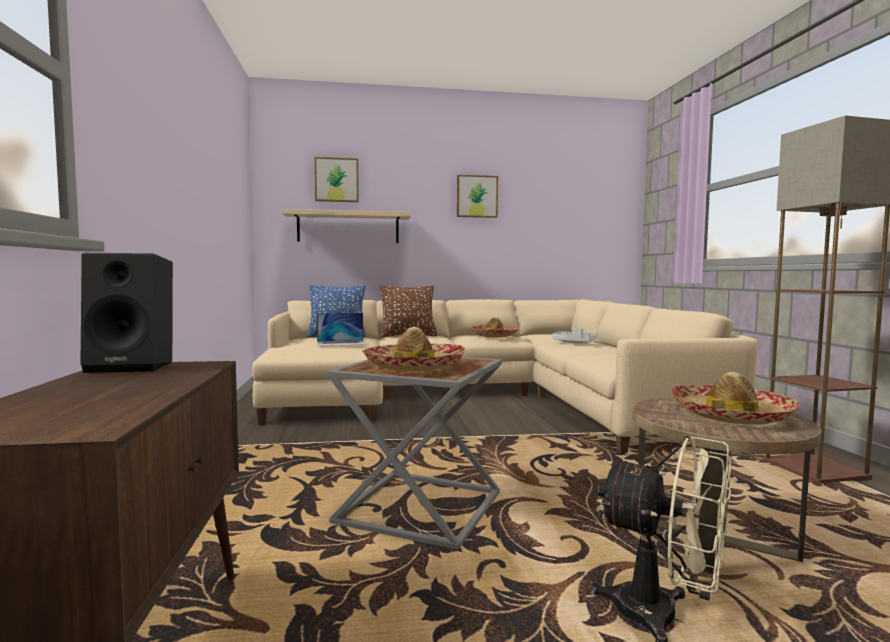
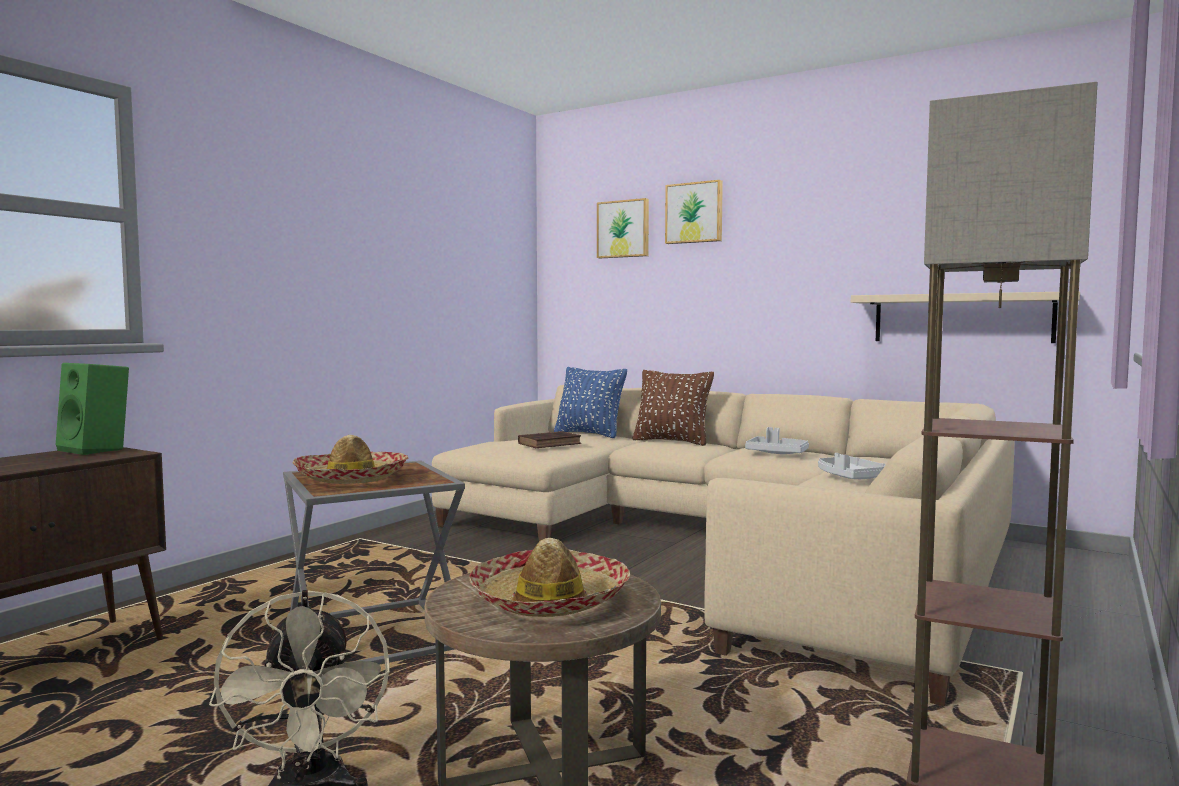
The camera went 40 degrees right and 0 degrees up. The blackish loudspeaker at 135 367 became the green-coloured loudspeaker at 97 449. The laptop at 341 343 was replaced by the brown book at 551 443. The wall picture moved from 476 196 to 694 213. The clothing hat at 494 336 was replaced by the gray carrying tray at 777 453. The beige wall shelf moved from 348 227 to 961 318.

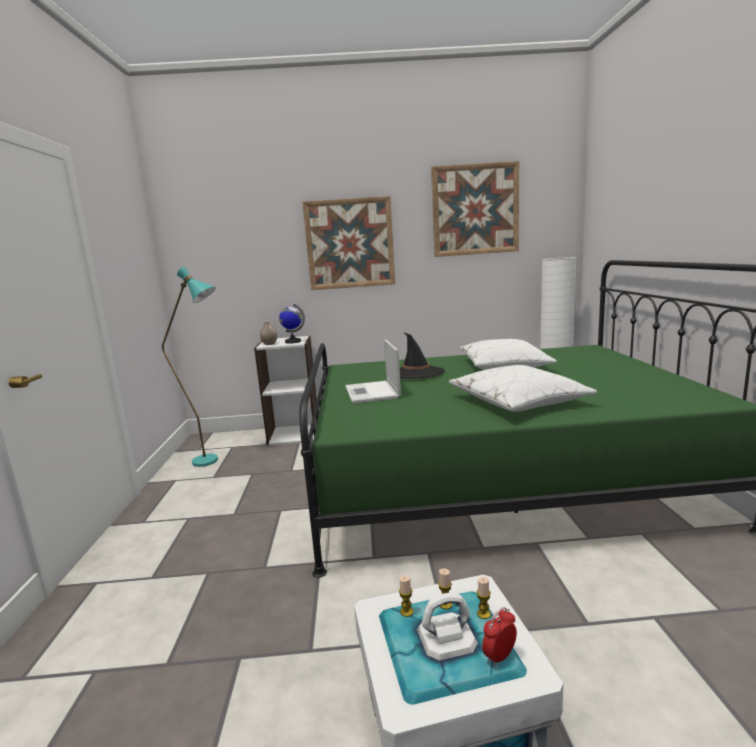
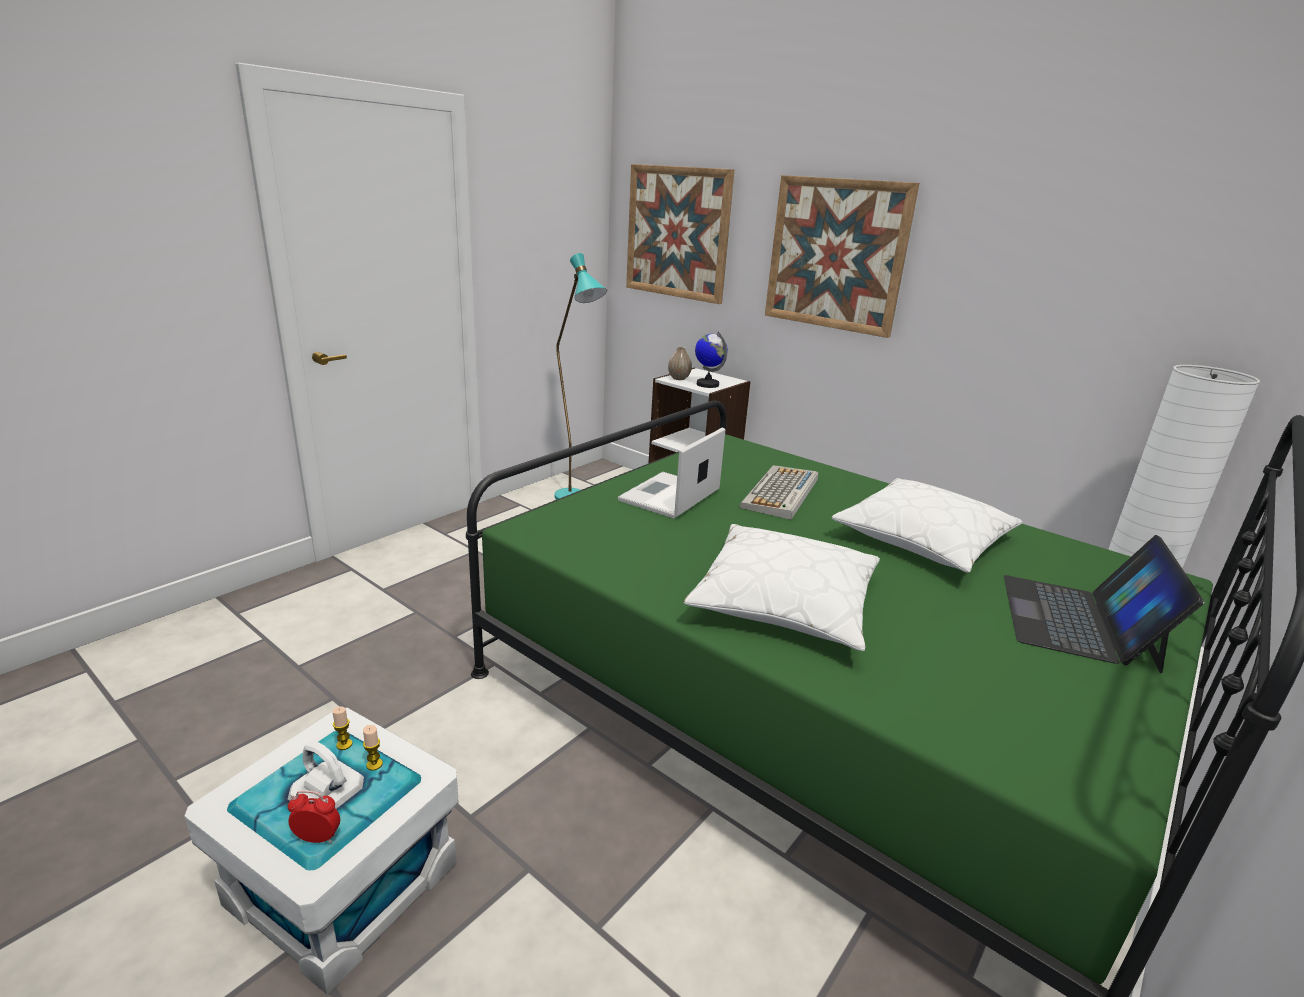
The camera went 40 degrees right and 10 degrees up. The wall picture moved from 475 210 to 677 233. The blackish clothing hat at 416 373 was replaced by the PC keyboard at 781 493. The laptop at 1079 621 appeared. The wax light at 483 614 disappeared.

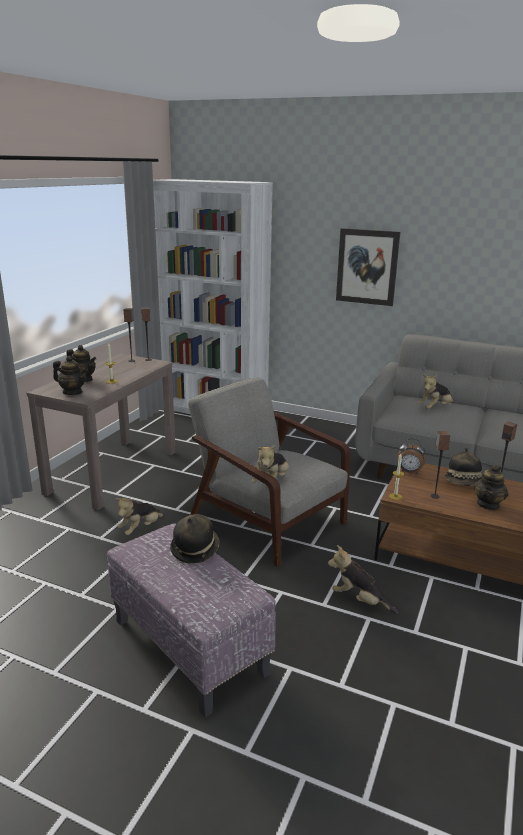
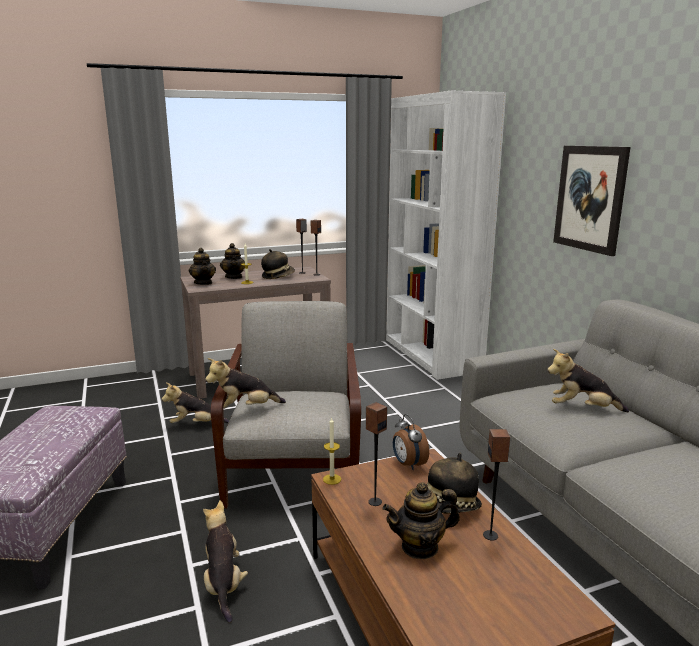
The camera went 45 degrees right and 5 degrees down. The clothing hat moved from 195 549 to 278 276.

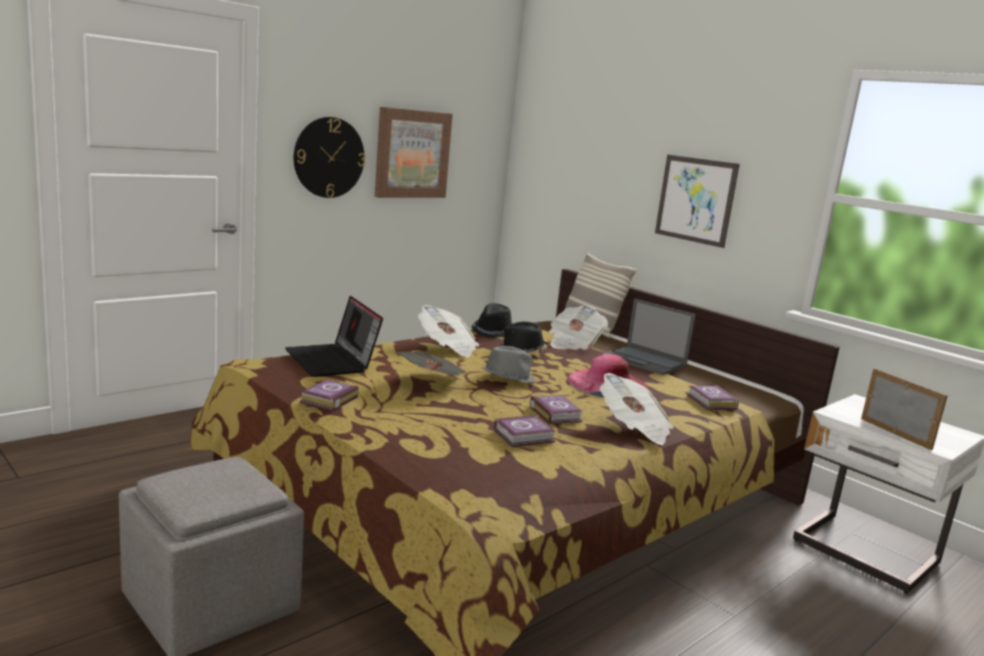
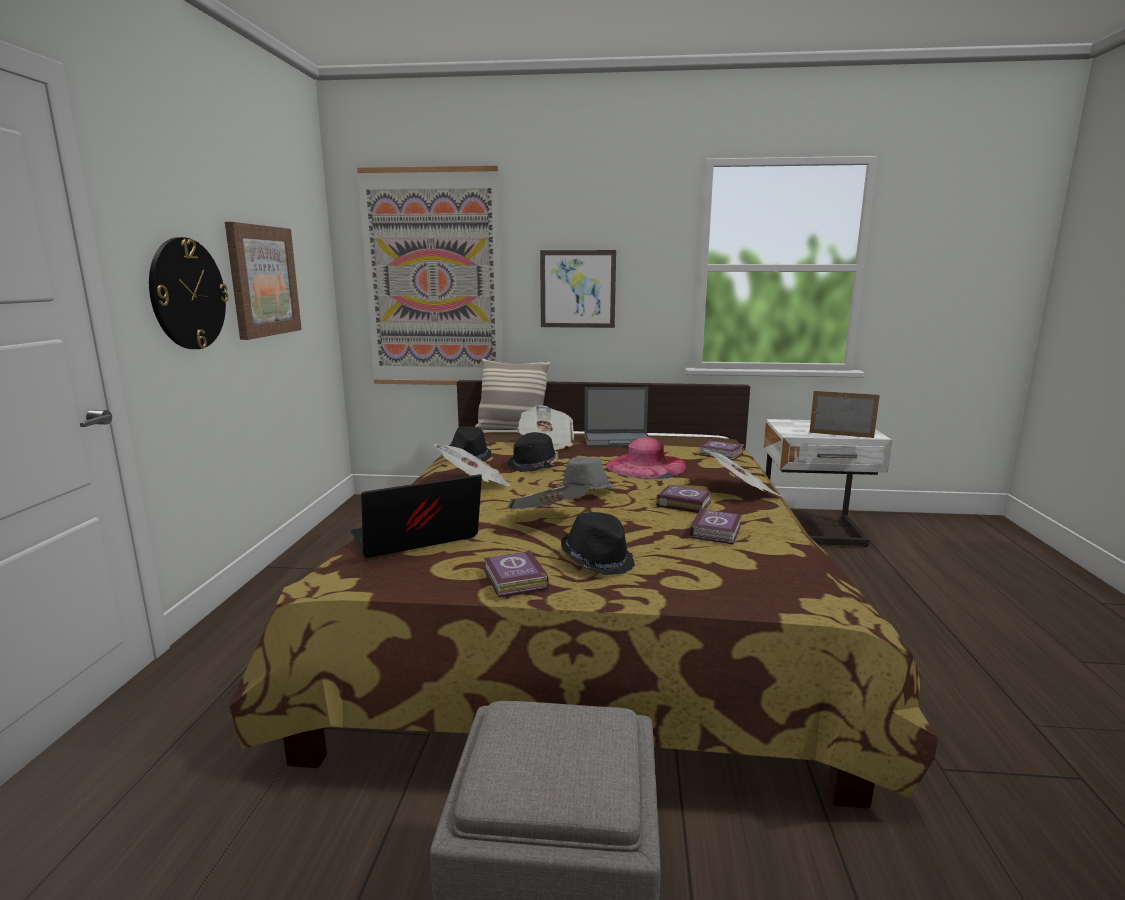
The camera went 40 degrees left and 0 degrees up. The laptop at 332 361 turned 135 degrees clockwise. The wall picture at 433 280 appeared. The blackish clothing hat at 597 560 appeared.

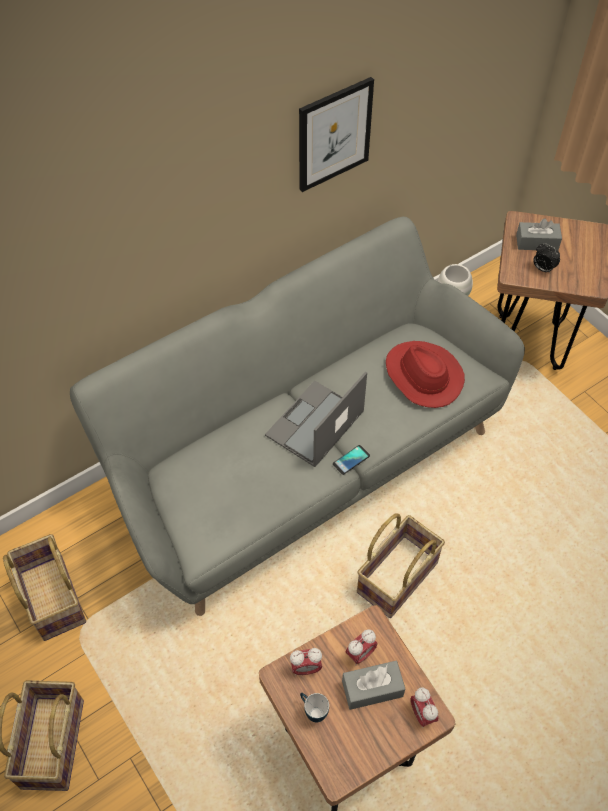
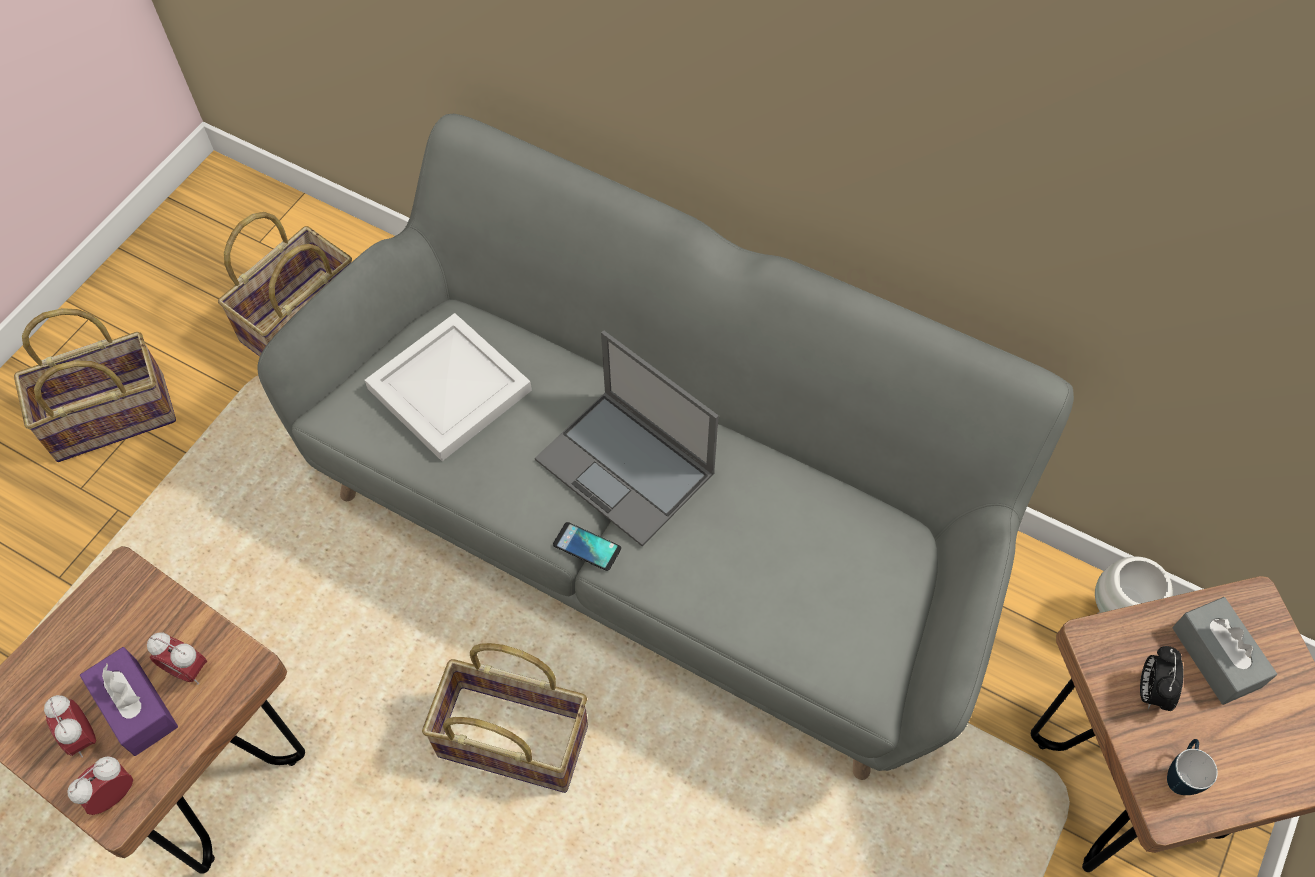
The camera went 65 degrees right and 5 degrees up. The alarm clock moved from 306 668 to 83 737. The gray box of tissues at 372 689 became the purplish box of tissues at 136 707. The white carrying tray at 449 392 appeared. The laptop at 314 424 turned 150 degrees counterclockwise. The coffee mug moved from 312 711 to 1179 775. The wall picture at 334 134 disappeared. The red-coloured clothing hat at 422 376 disappeared.

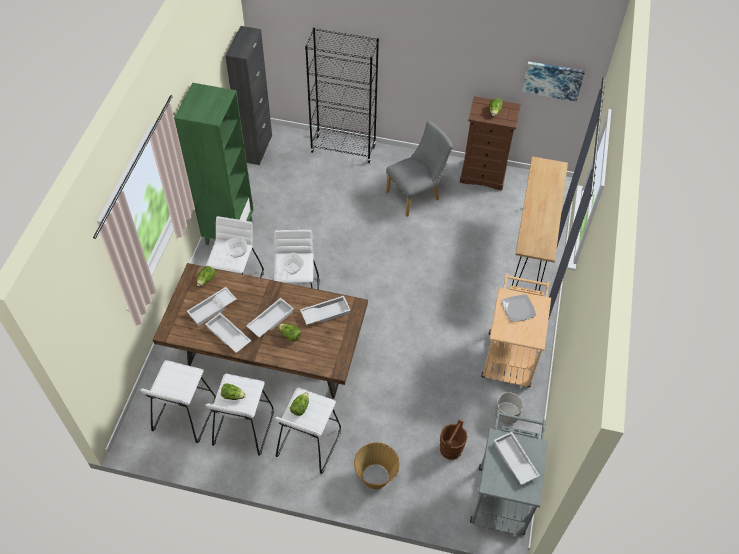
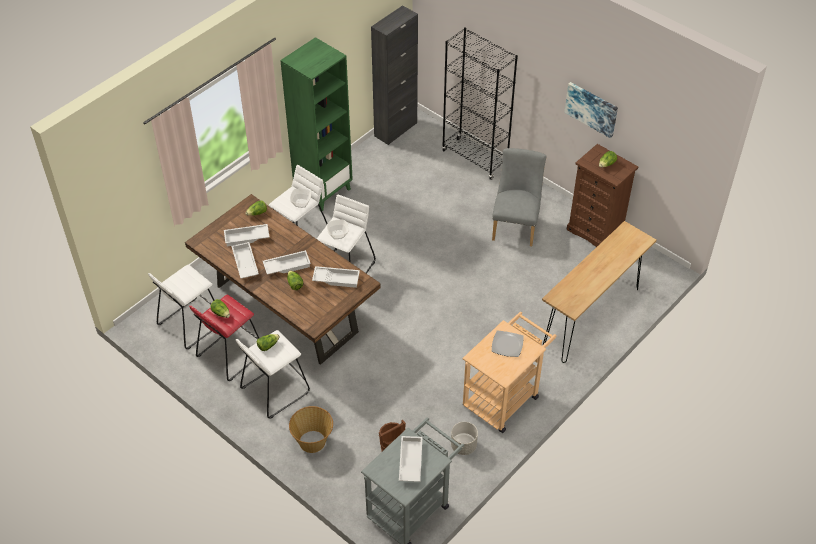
The camera went 30 degrees right and 5 degrees down. The white stool at 243 427 became the red-coloured stool at 230 354. The gray chair at 416 195 turned 75 degrees counterclockwise. The wall picture moved from 552 80 to 591 109.

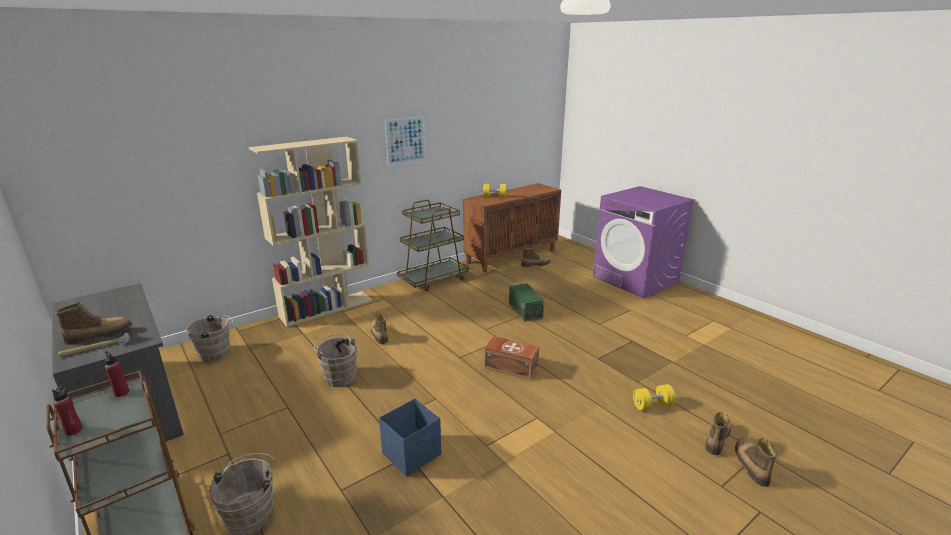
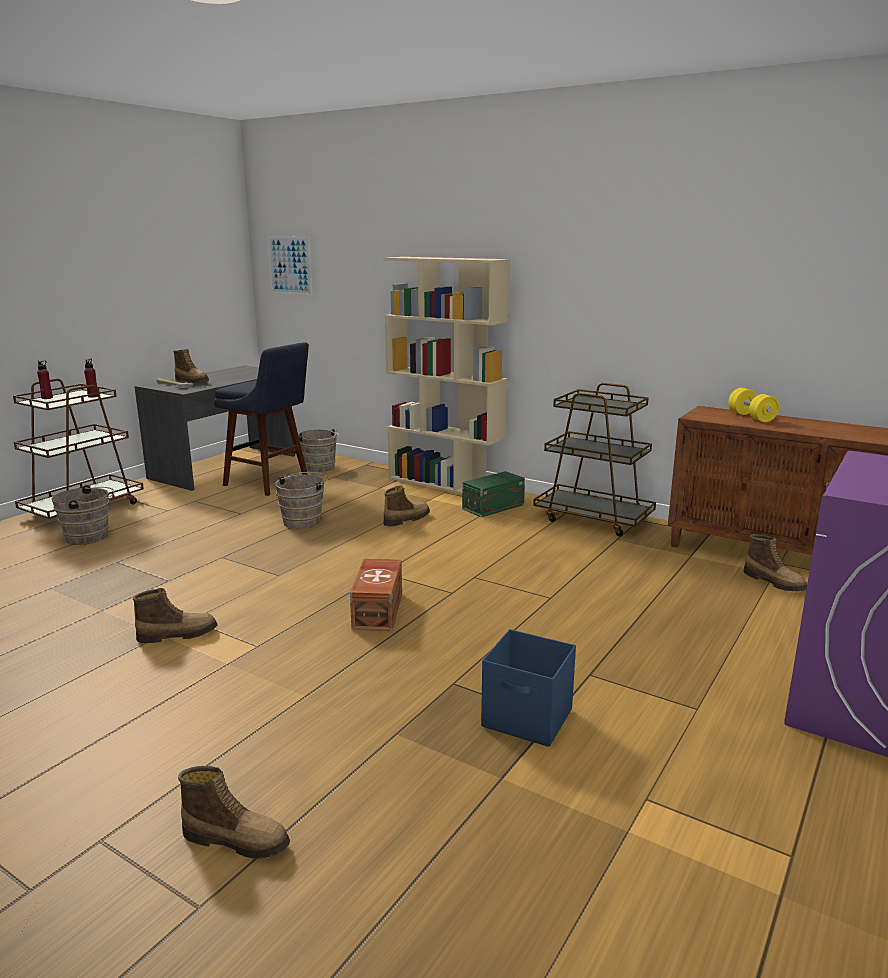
The camera went 70 degrees right and 5 degrees down. The boot moved from 750 464 to 178 634. The bluish stool at 270 483 appeared. The wall picture moved from 406 140 to 290 265. The green-coloured storage bin moved from 525 310 to 494 507. The bluish storage bin moved from 412 454 to 528 719. The yellow hand weight at 652 405 disappeared.

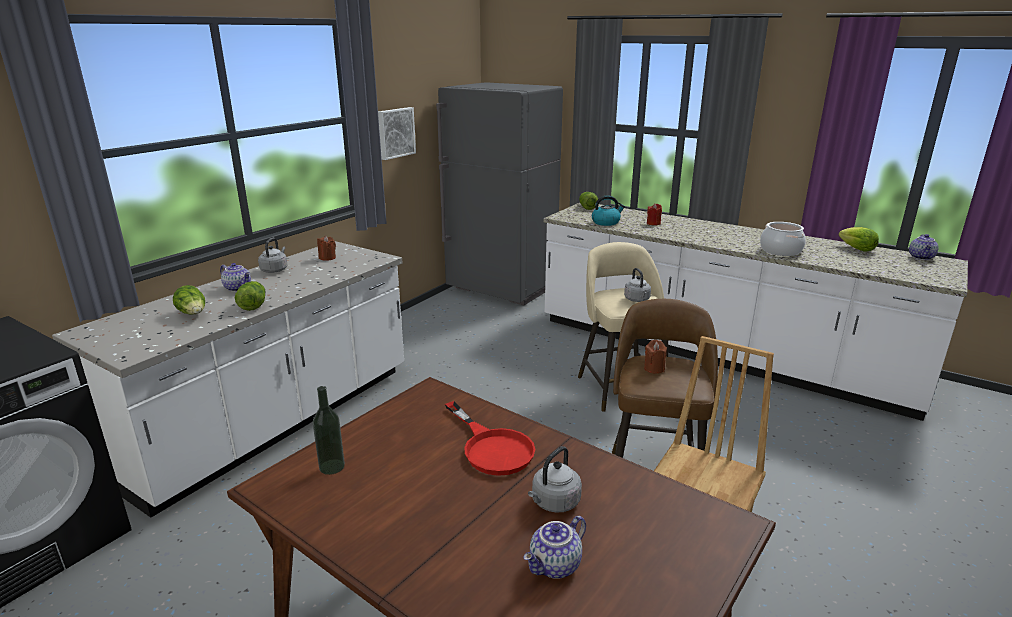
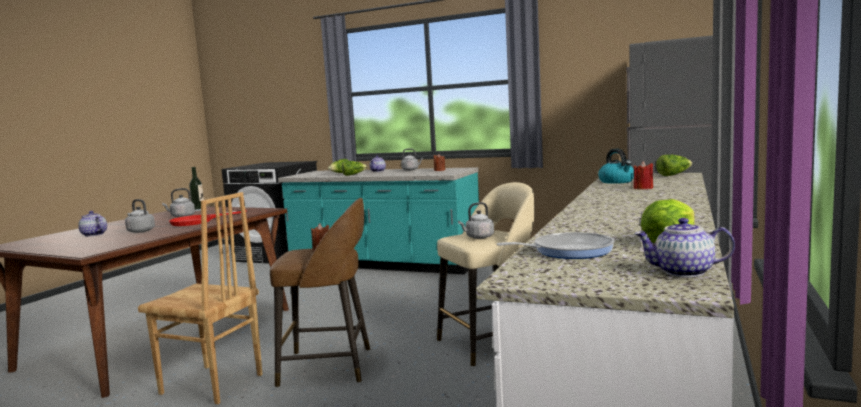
The camera went 80 degrees right and 15 degrees down. The gray water kettle at 181 216 appeared. The white counter at 275 422 became the turquoise counter at 383 264. The frying pan at 568 251 appeared. The wall picture at 395 133 disappeared. The saucepot at 781 251 disappeared.

